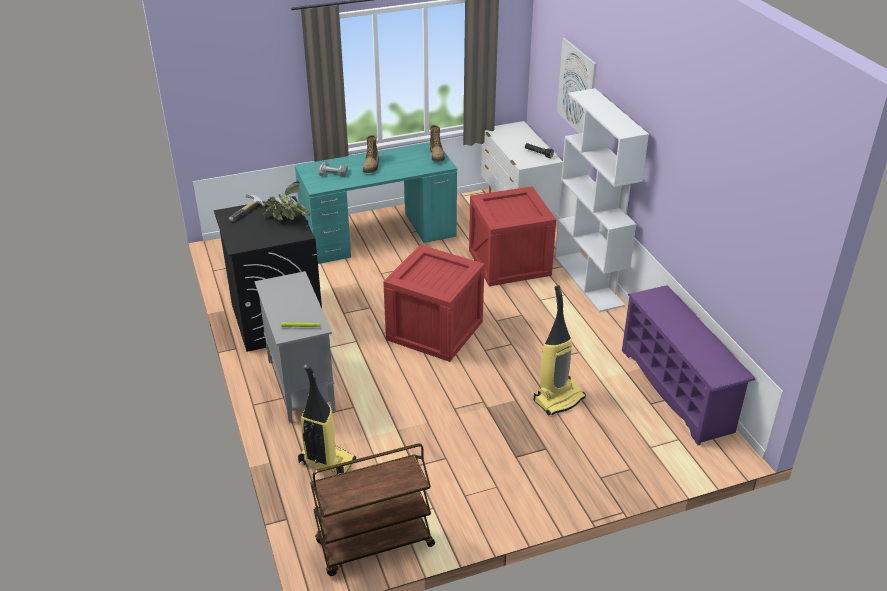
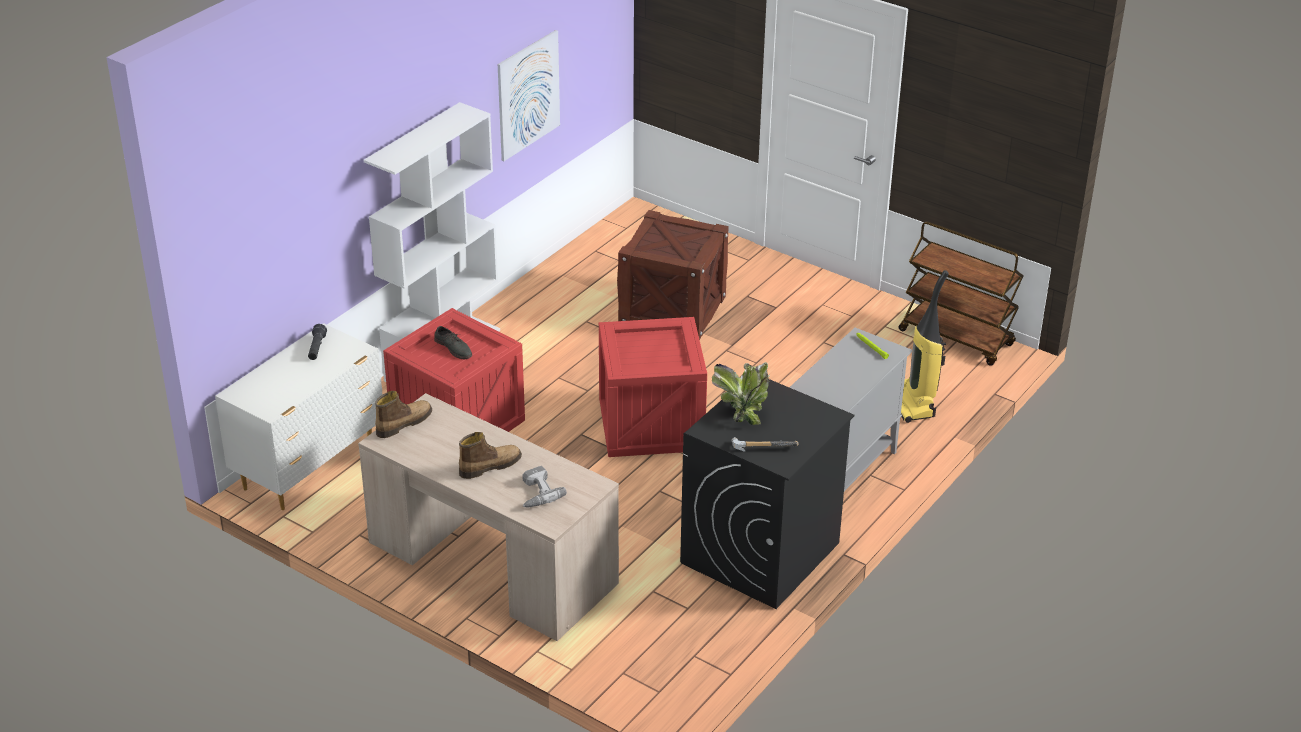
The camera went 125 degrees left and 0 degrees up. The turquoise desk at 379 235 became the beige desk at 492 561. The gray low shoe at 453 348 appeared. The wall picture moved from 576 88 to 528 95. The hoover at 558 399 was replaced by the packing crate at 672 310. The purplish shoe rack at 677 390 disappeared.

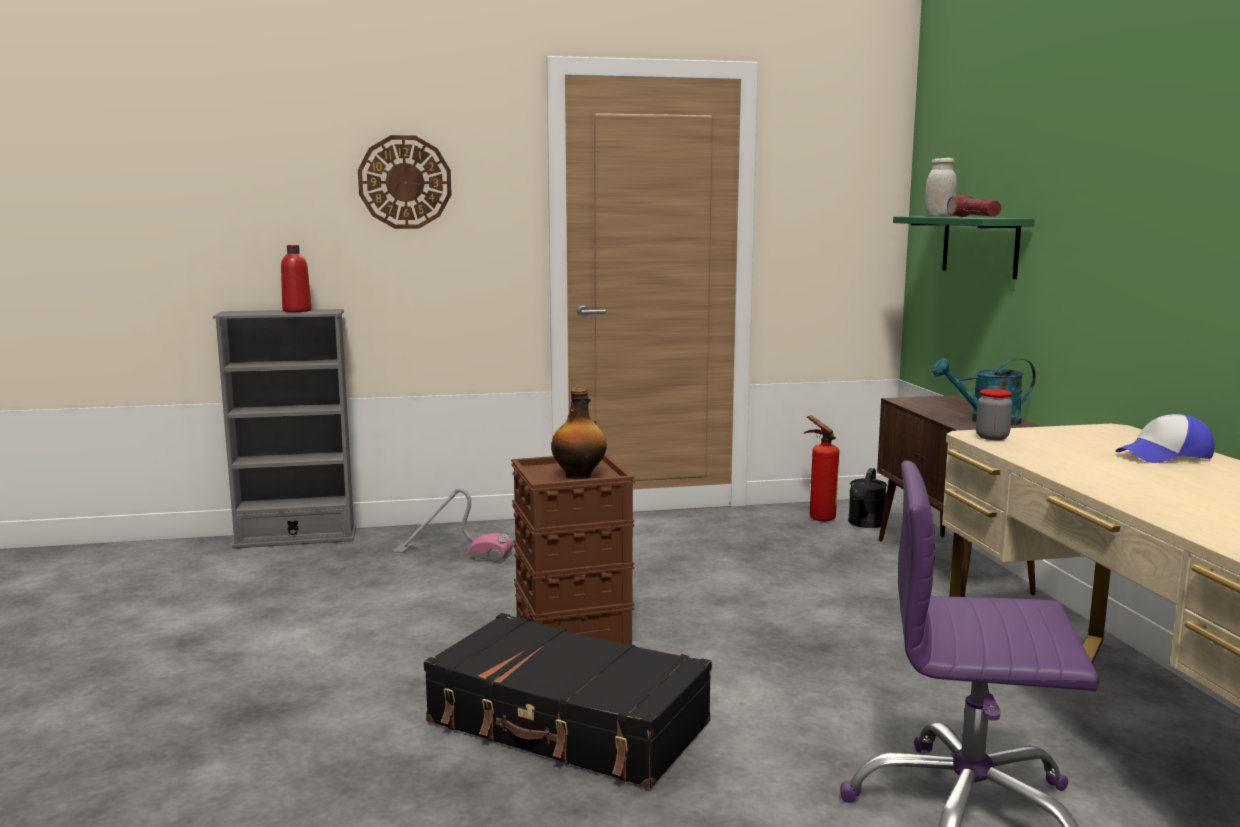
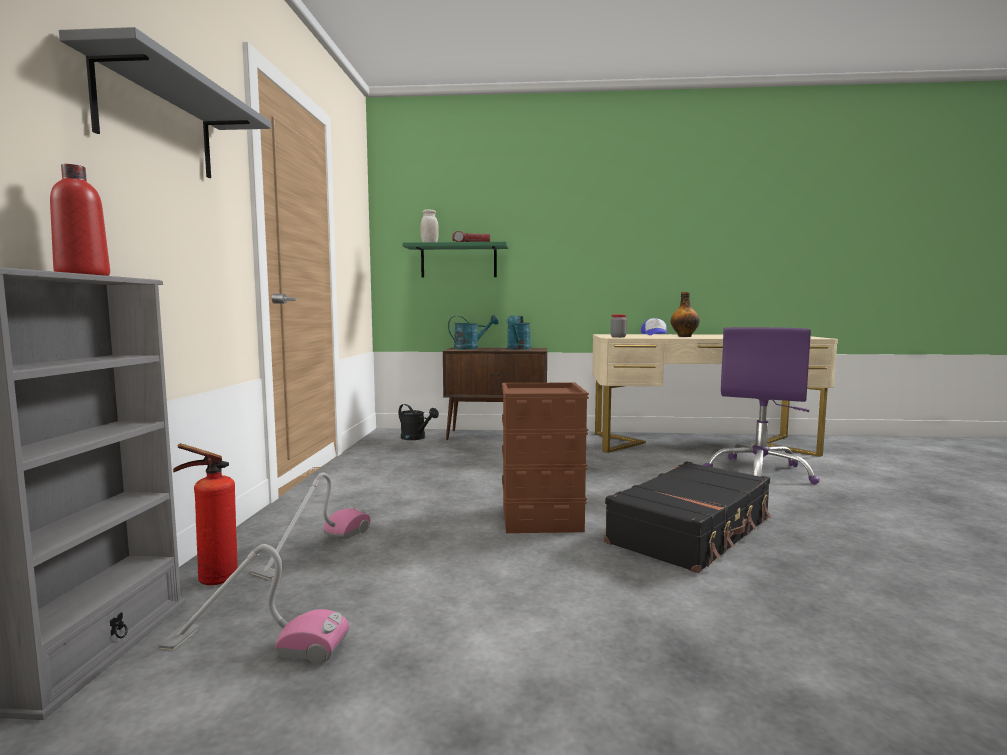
The camera went 75 degrees left and 5 degrees down. The wall clock at 405 182 was replaced by the gray wall shelf at 156 122. The hoover at 254 644 appeared. The fire-fighting cylinder moved from 818 518 to 211 580. The turquoise sprinkling can at 470 348 appeared. The bottle moved from 579 475 to 684 336.

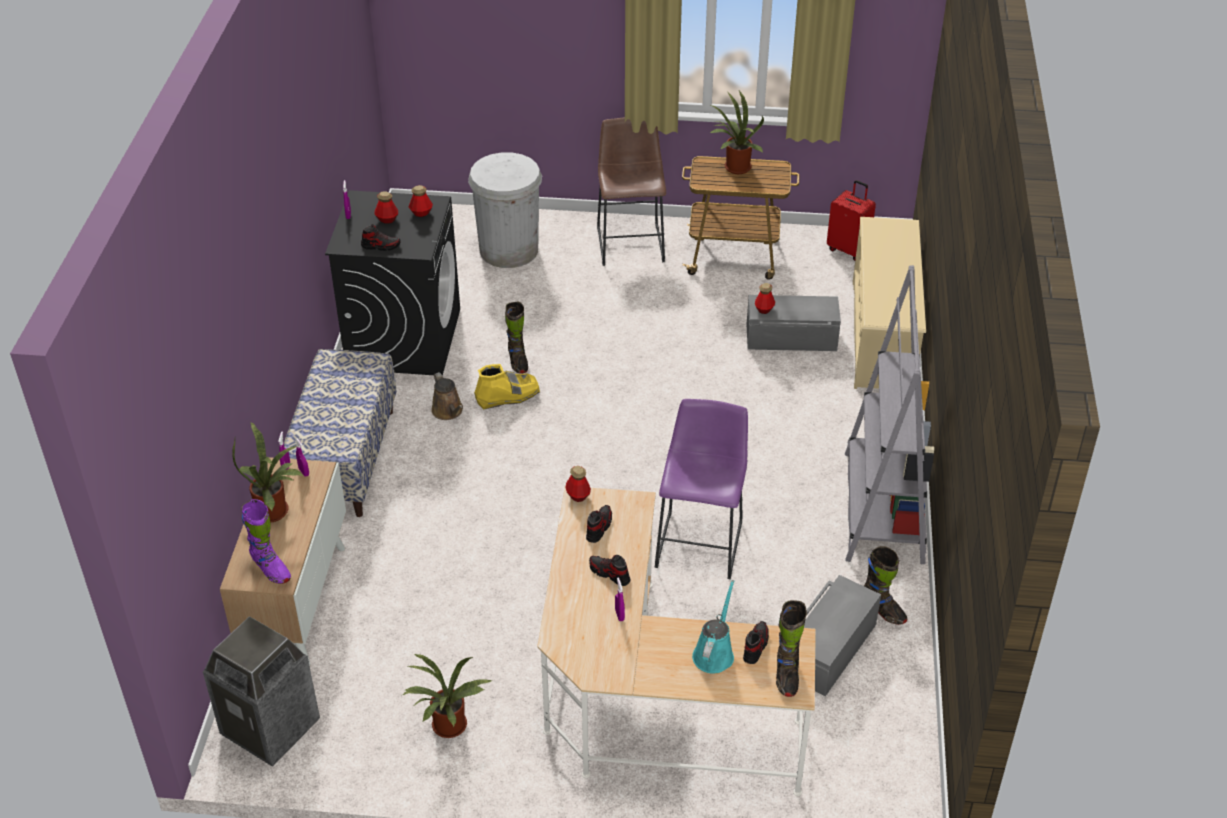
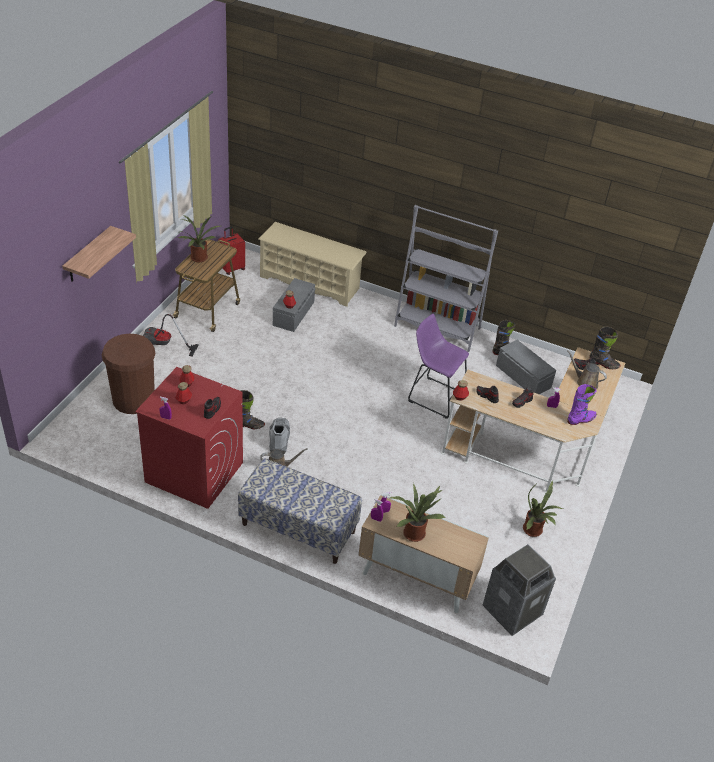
The camera went 75 degrees left and 0 degrees up. The wall shelf at 88 255 appeared. The white waste bin at 509 250 became the brown waste bin at 133 399. The blackish laundry appliance at 403 338 became the red-coloured laundry appliance at 193 472. The brown stool at 630 241 was replaced by the hoover at 164 345. The yellow boot at 507 396 became the gray boot at 279 438. The turquoise sprinkling can at 714 653 became the brown sprinkling can at 585 382. The purplish boot moved from 270 569 to 581 420.

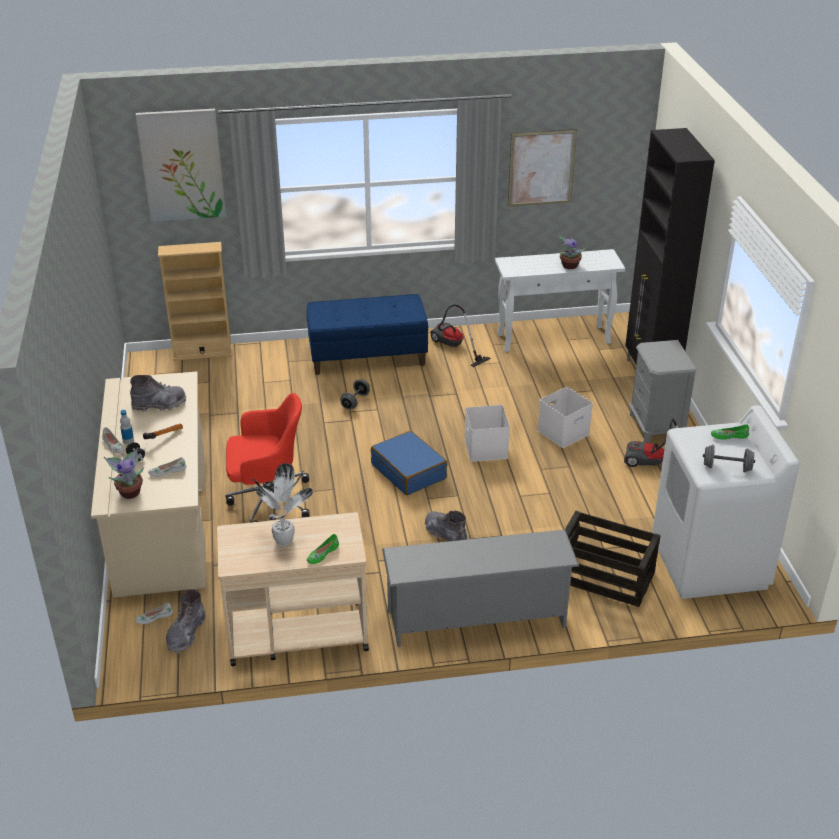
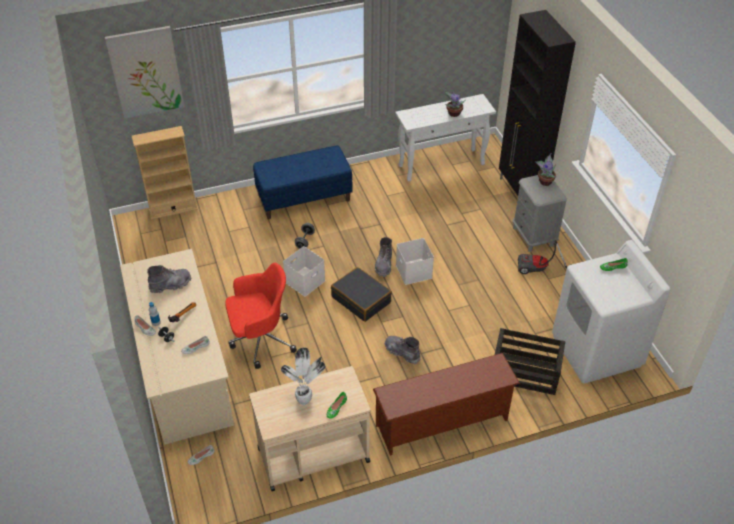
The camera went 10 degrees left and 10 degrees up. The white storage bin moved from 563 431 to 305 280. The bluish suitcase at 409 471 became the blackish suitcase at 361 299. The gray shoe rack at 477 620 became the brown shoe rack at 442 424. The gray boot moved from 186 633 to 384 265. The plant in a pot moved from 130 492 to 544 181. The hoover at 453 347 disappeared. The wall picture at 541 168 disappeared. The gray hand weight at 727 467 disappeared.

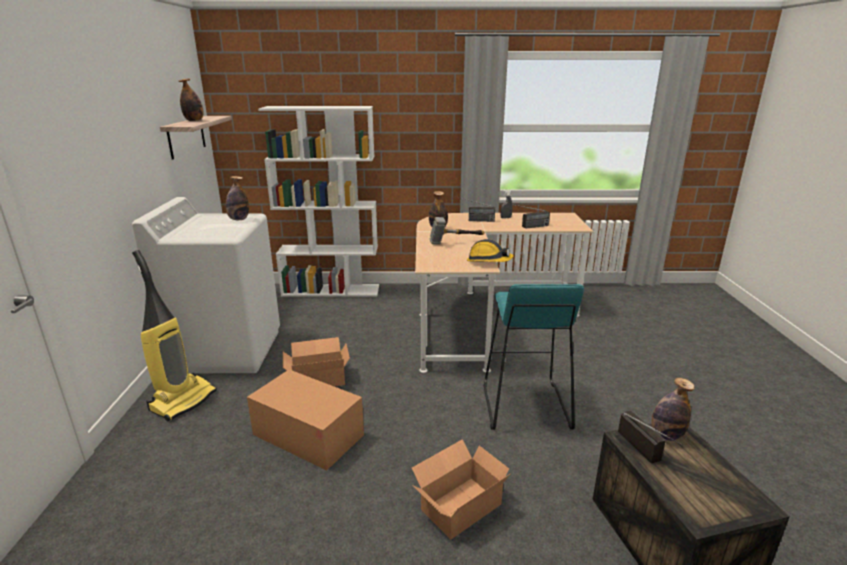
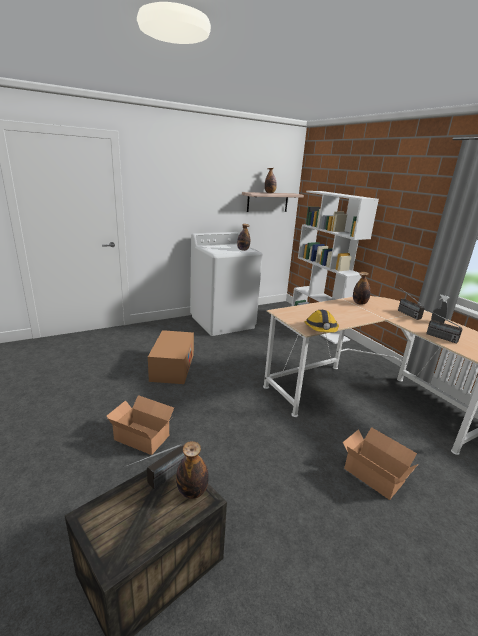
The camera went 60 degrees right and 0 degrees up. The cardboard box moved from 317 378 to 373 473. The hoover at 183 400 disappeared. The hand hammer at 455 242 disappeared. The turquoise stool at 524 406 disappeared.

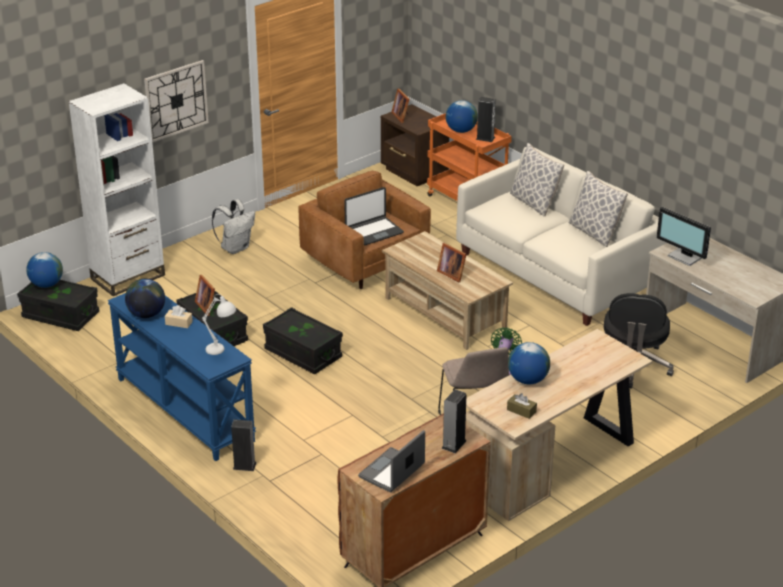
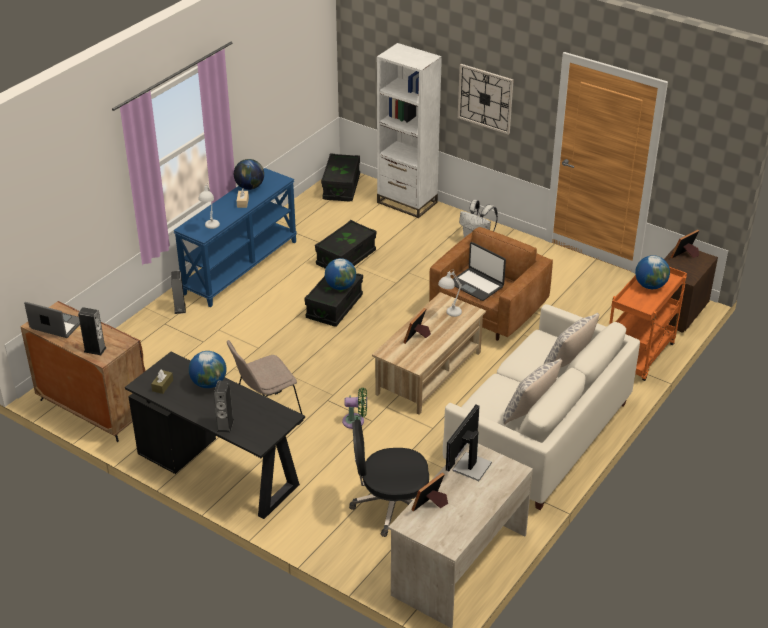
The camera went 75 degrees right and 5 degrees up. The beige desk at 552 463 became the blackish desk at 220 470. The loudspeaker moved from 485 138 to 225 425. The desk globe moved from 46 284 to 340 286. The picture frame moved from 207 306 to 430 505. The white table lamp at 449 314 appeared.

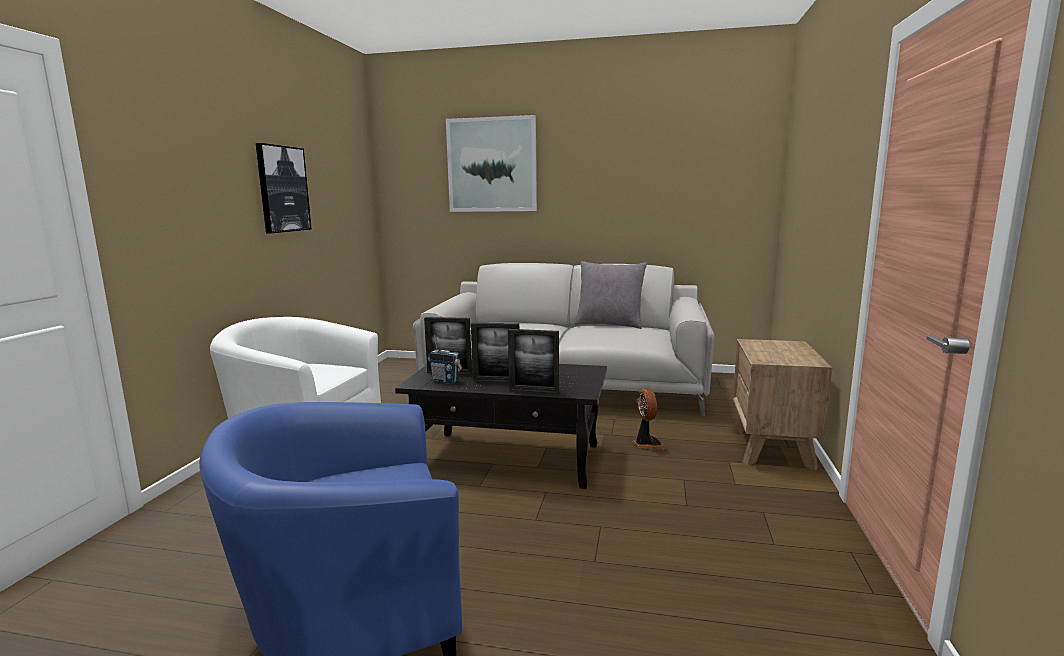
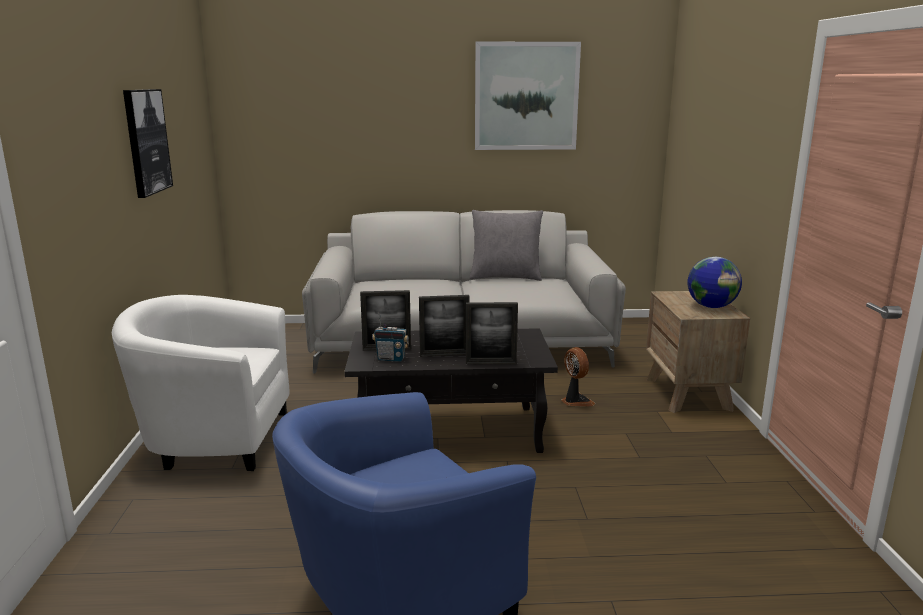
The camera went 15 degrees left and 5 degrees up. The wall picture moved from 492 165 to 526 96. The desk globe at 711 306 appeared.

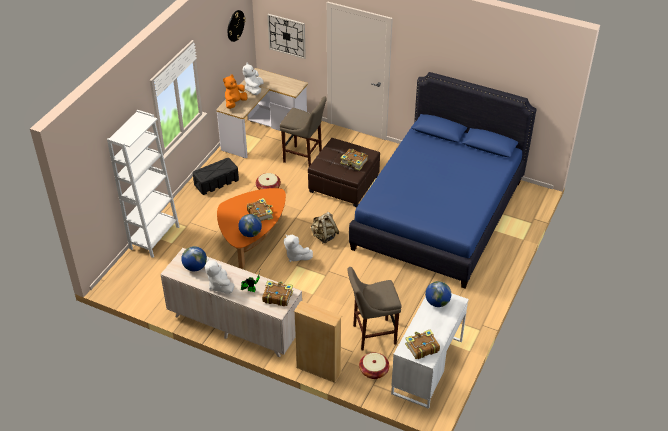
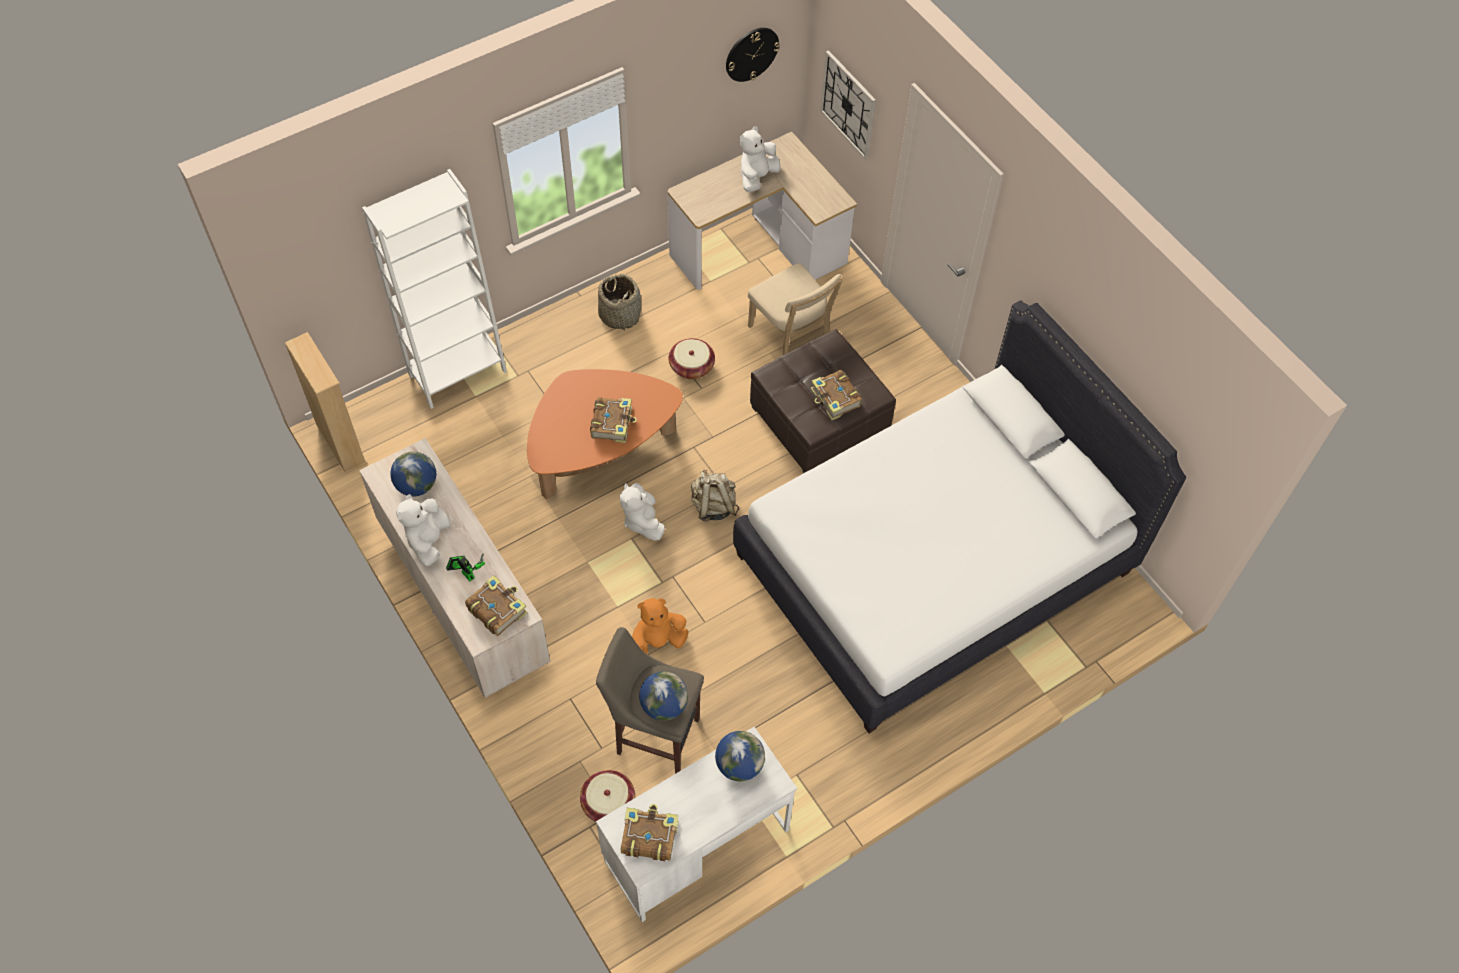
The camera went 30 degrees right and 15 degrees up. The beige shelving unit moved from 318 370 to 341 444. The blackish storage bin at 216 182 was replaced by the storage basket at 620 314. The orange plush toy moved from 235 103 to 657 641. The desk globe moved from 250 234 to 664 705. The bluish bed at 438 214 became the white bed at 933 563. The beige stool at 304 158 was replaced by the beige chair at 791 336.

